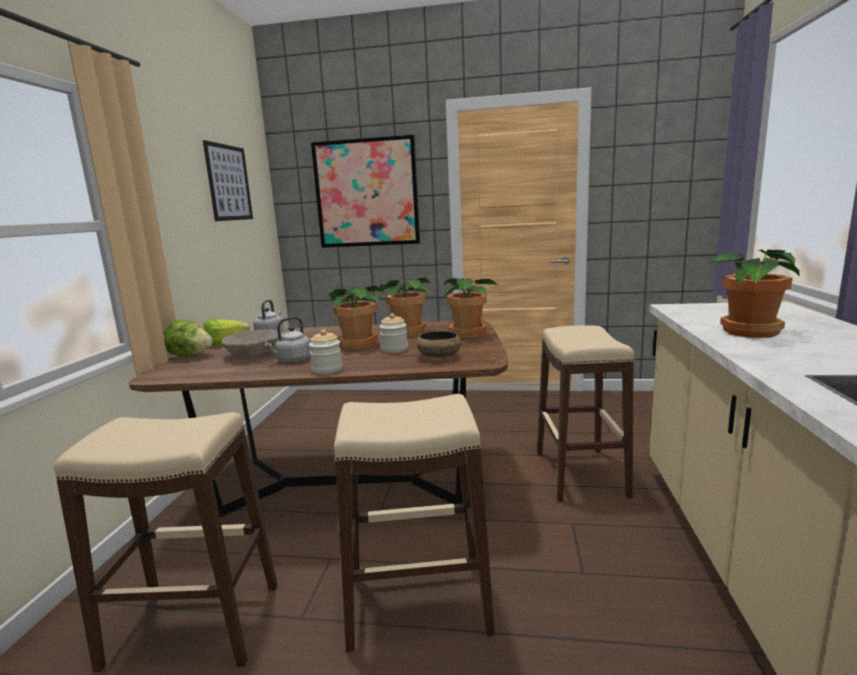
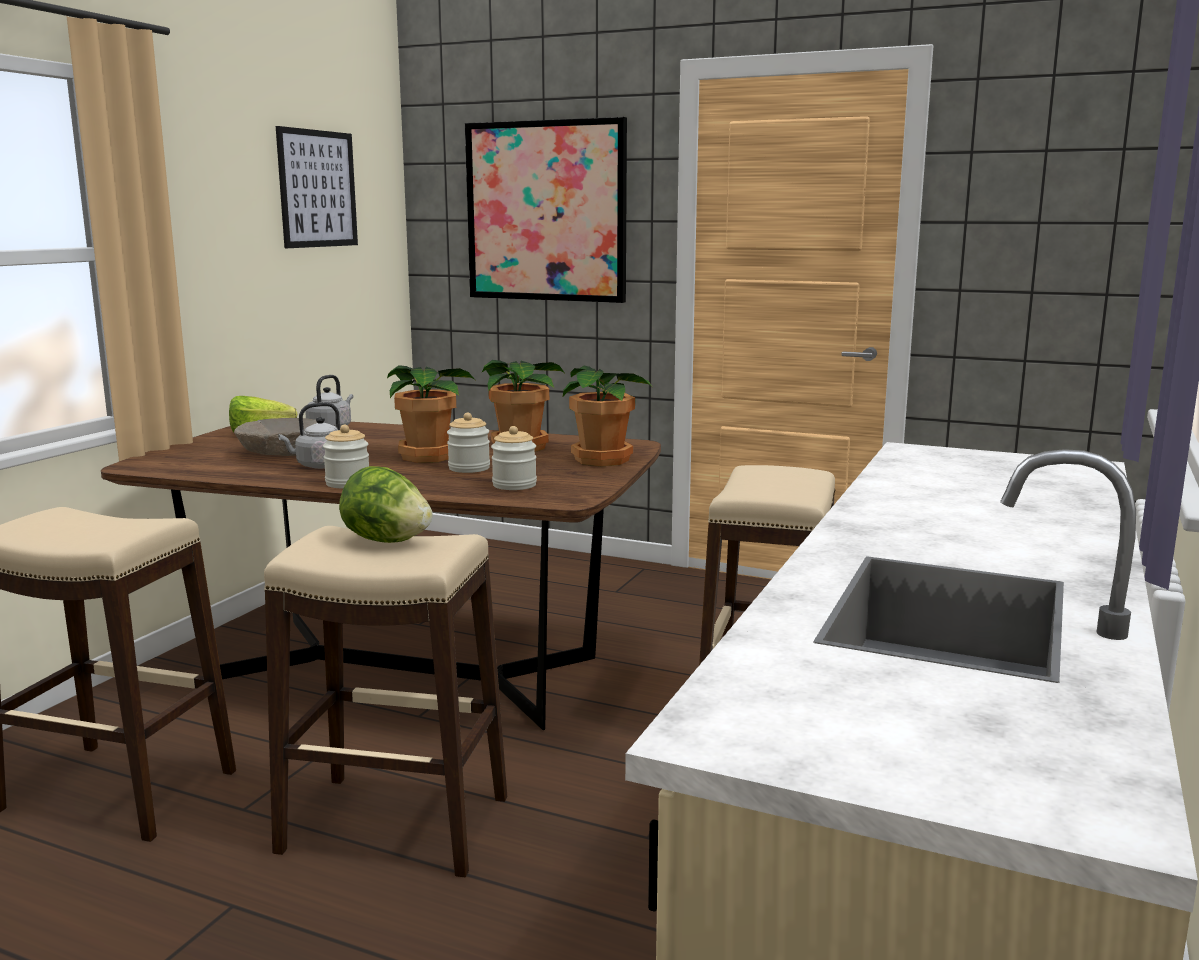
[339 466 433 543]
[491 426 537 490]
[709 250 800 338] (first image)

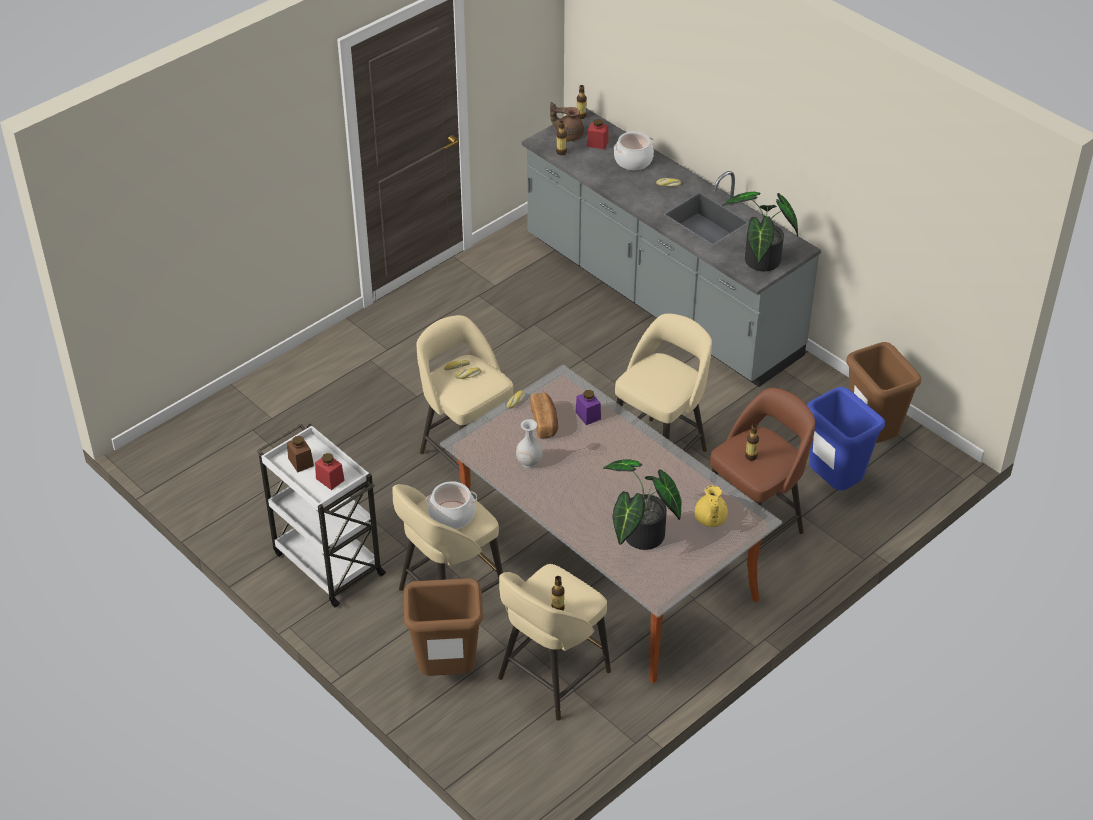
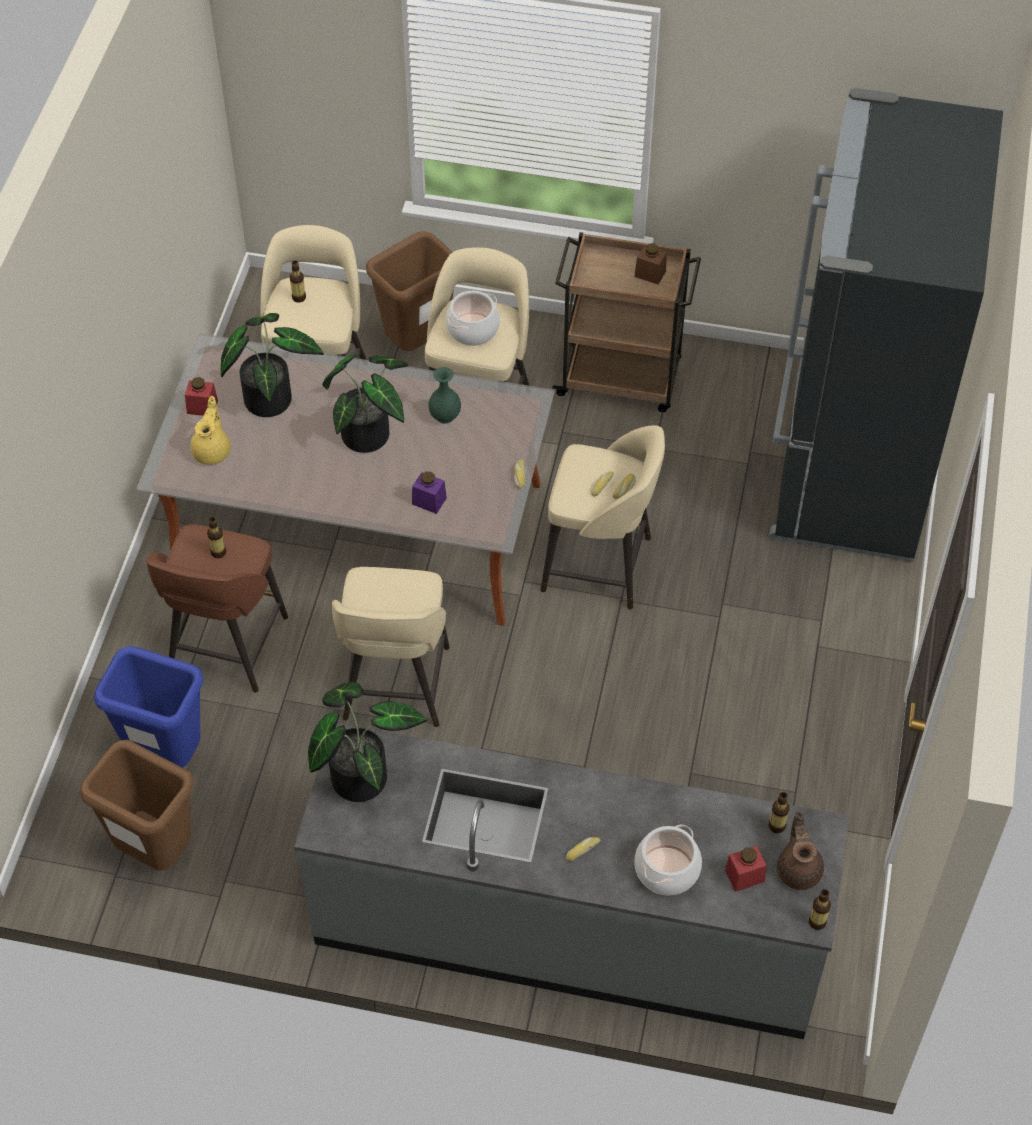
[185 377 218 416]
[191 396 231 465]
[322 354 408 453]
[428 367 461 423]
[552 232 701 412]
[769 88 1003 562]
[777 811 824 890]
[530 393 558 439] (first image)

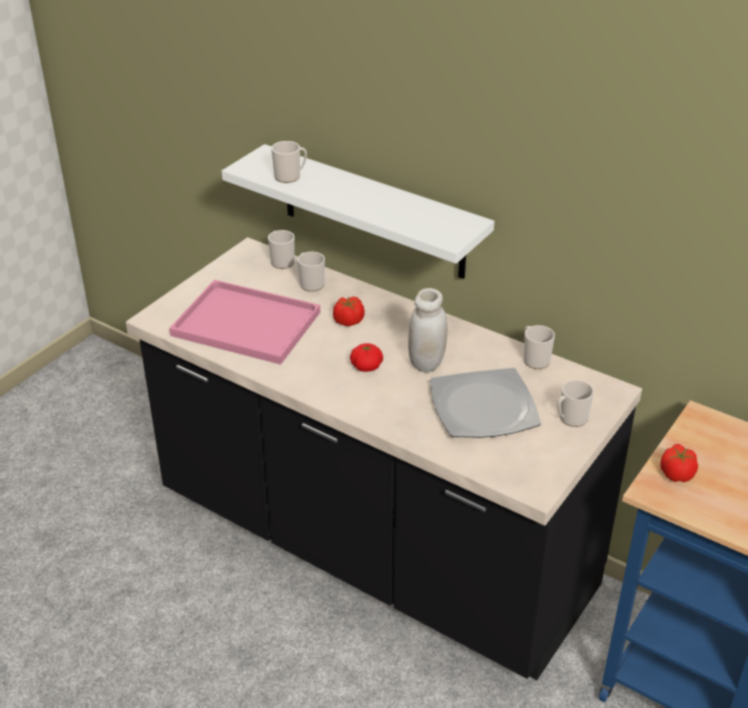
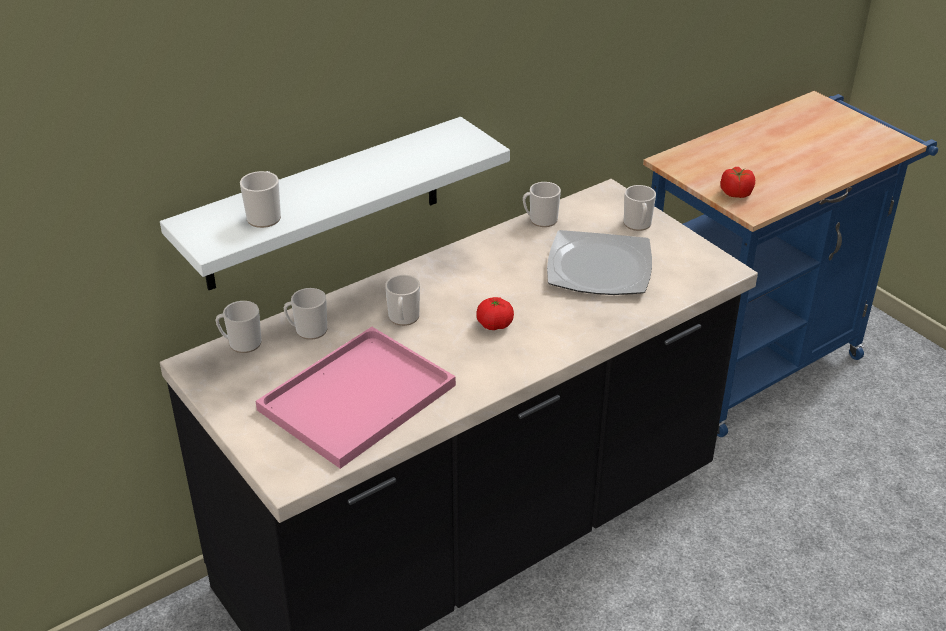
[385 275 420 326]
[408 288 447 373] (first image)

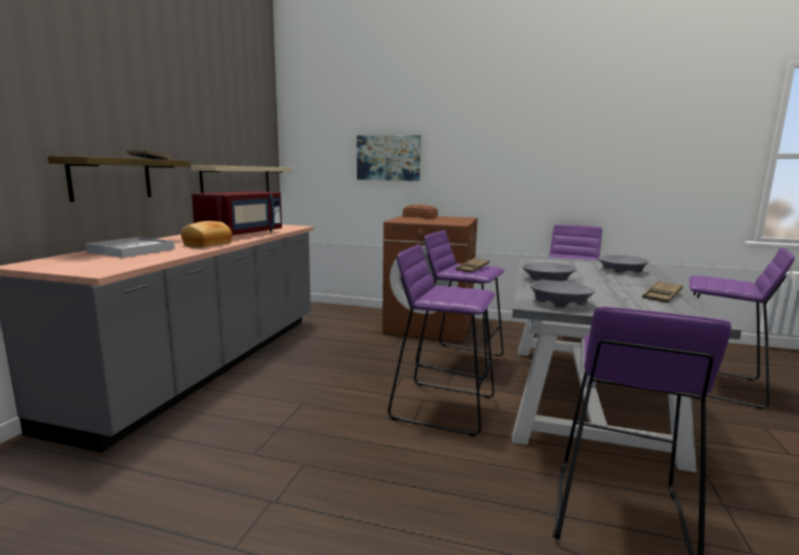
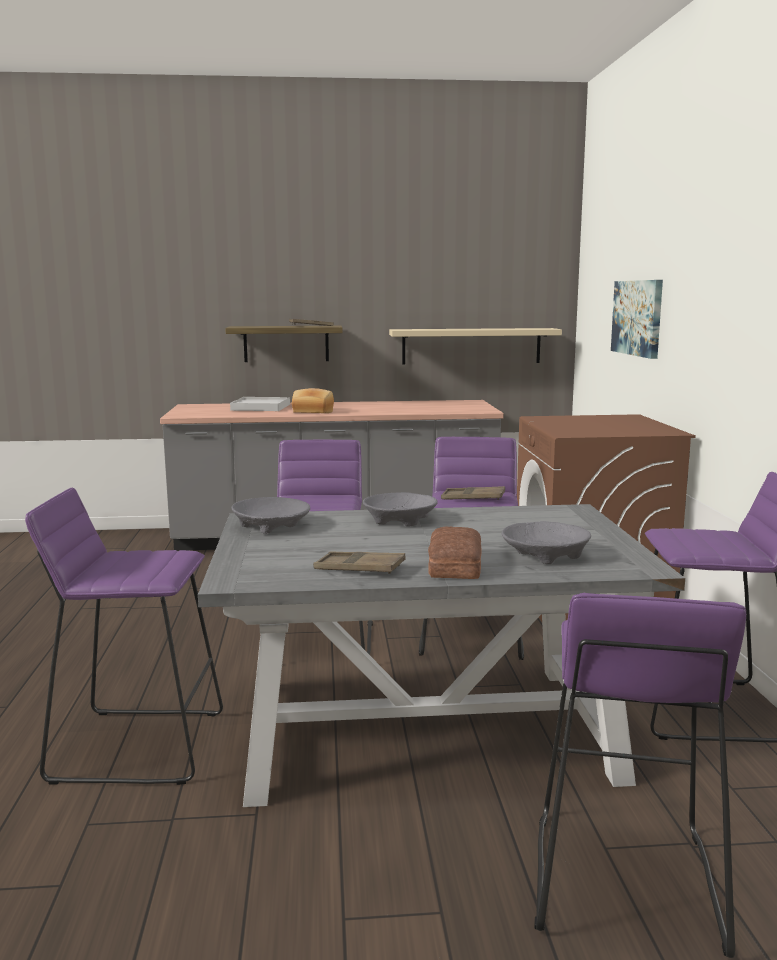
[428 527 482 579]
[192 191 282 235] (first image)

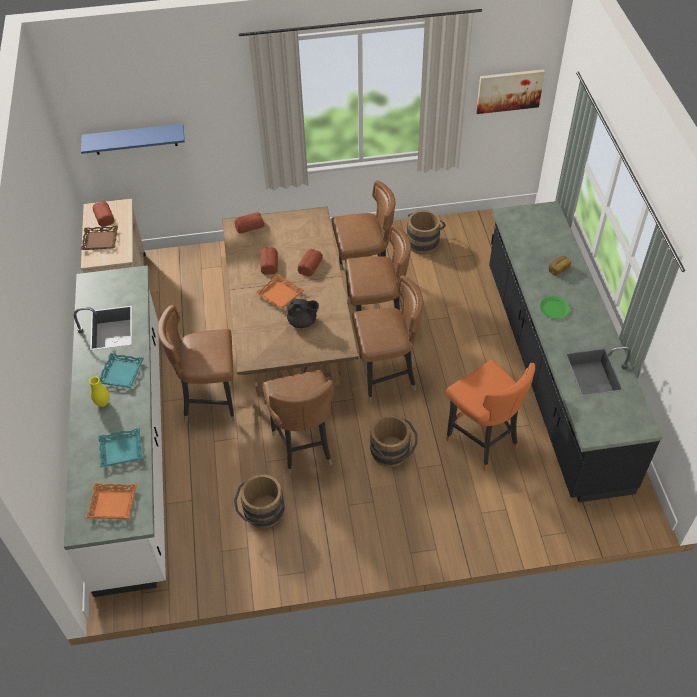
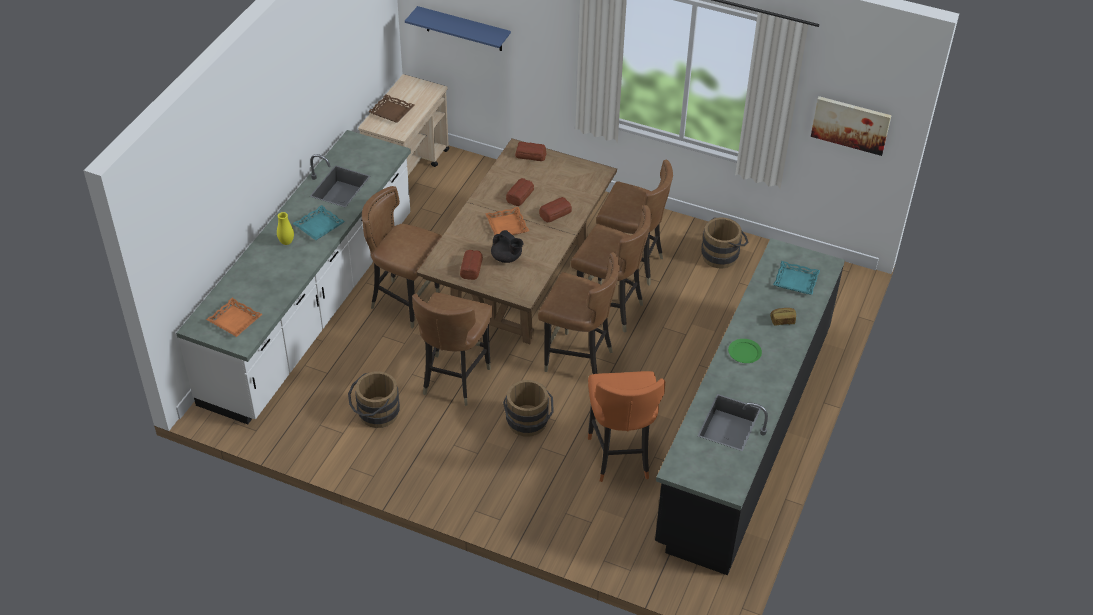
[460 250 483 280]
[773 261 820 295]

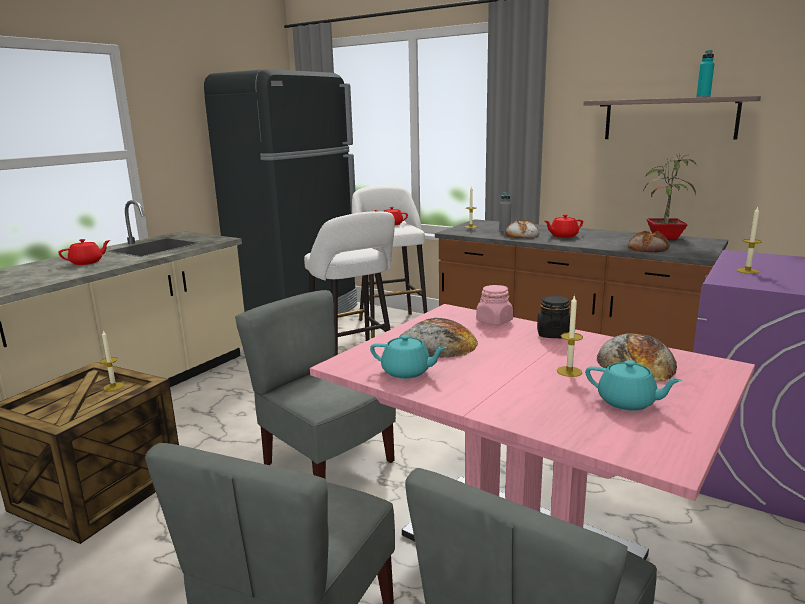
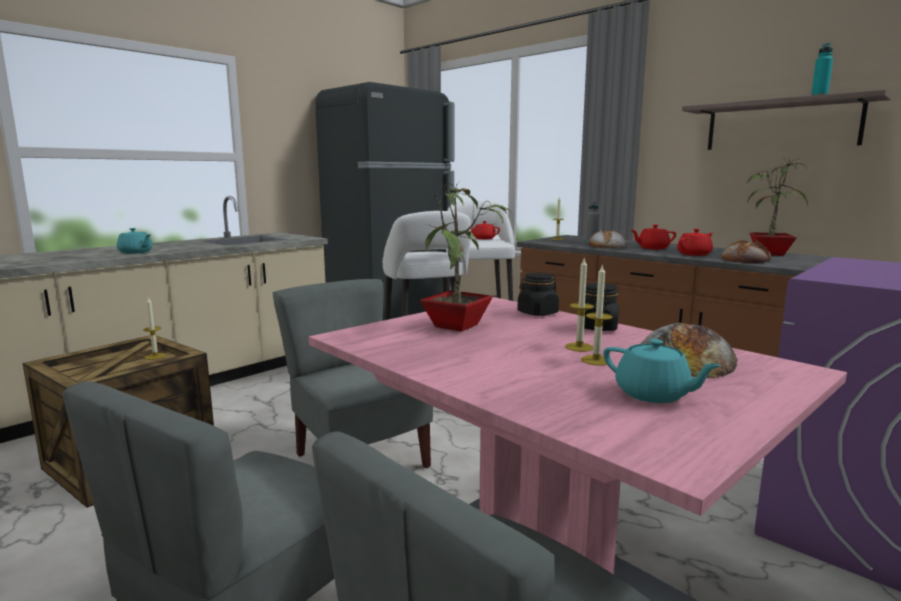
[117 228 153 254]
[420 181 512 332]
[517 273 559 316]
[565 259 594 352]
[677 229 713 256]

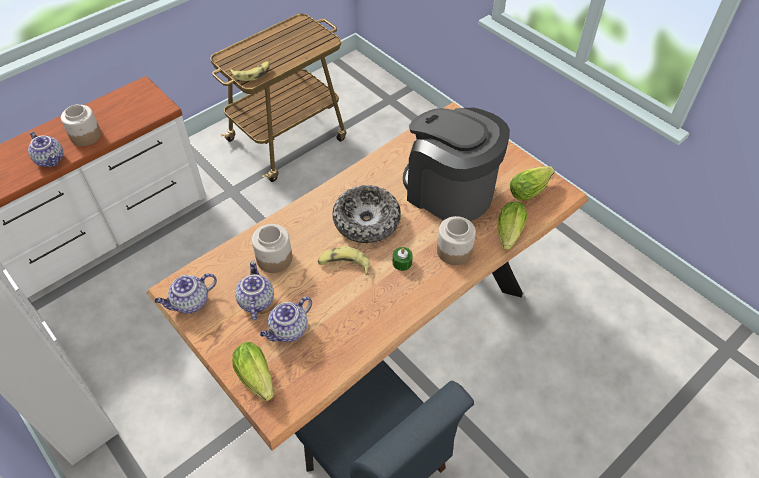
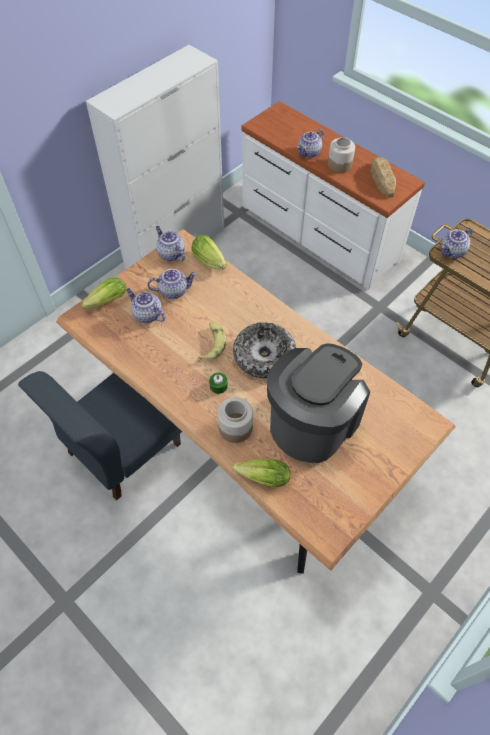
[191 235 227 270]
[370 157 396 198]
[441 227 473 258]
[252 224 292 273] (first image)

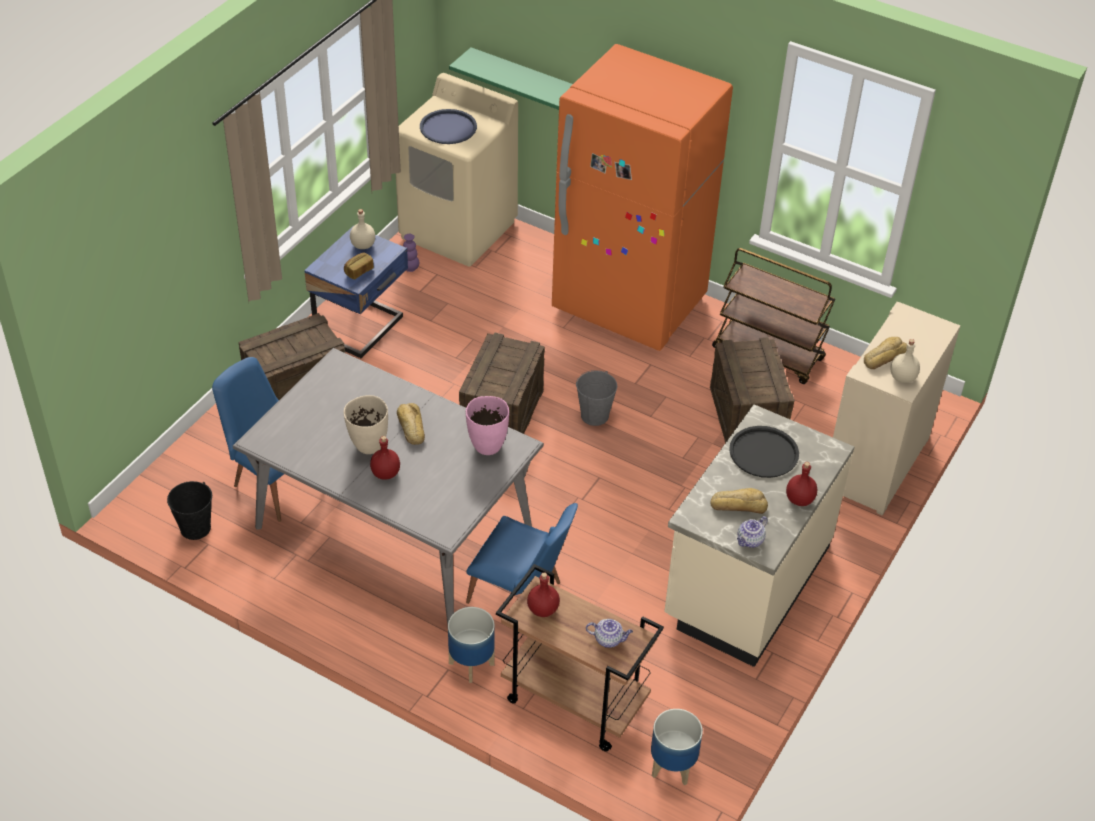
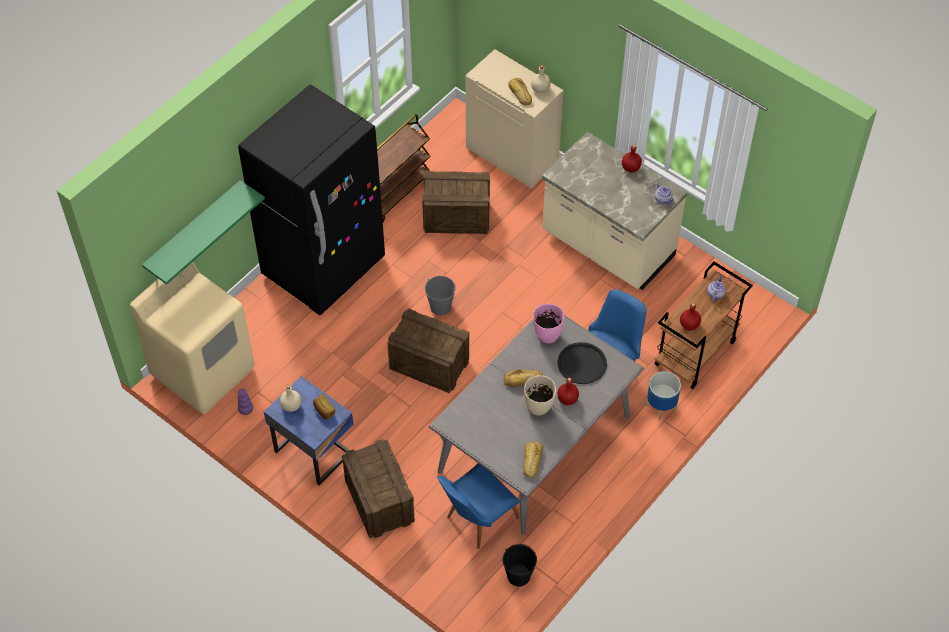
[238 84 385 315]
[523 442 543 478]
[557 342 607 384]
[420 109 477 144] (first image)
[651 709 703 786] (first image)

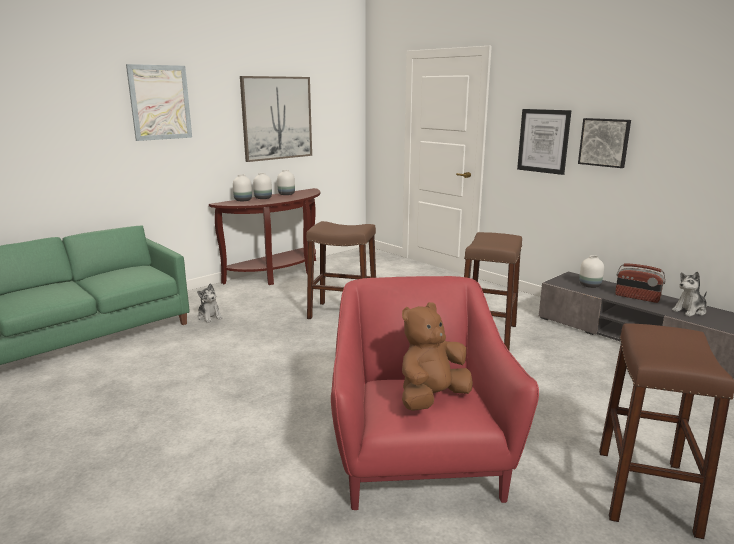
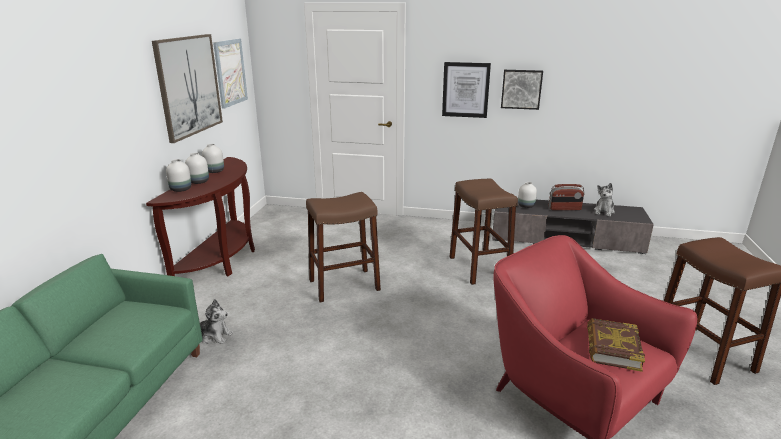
[213 39 248 109]
[587 318 645 372]

